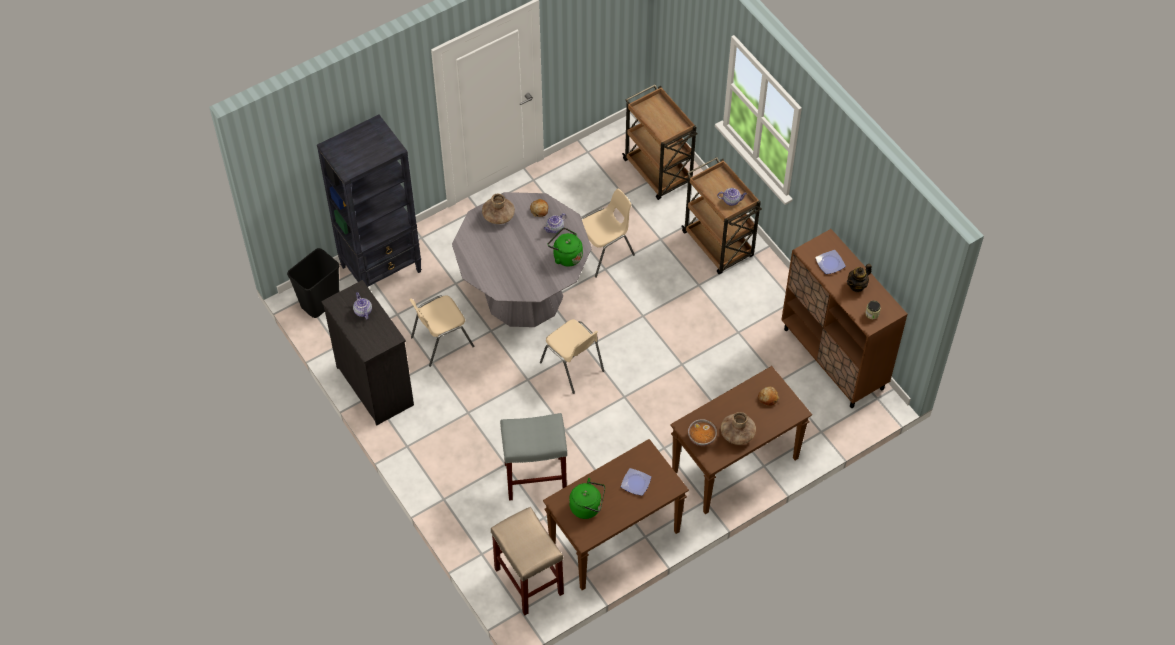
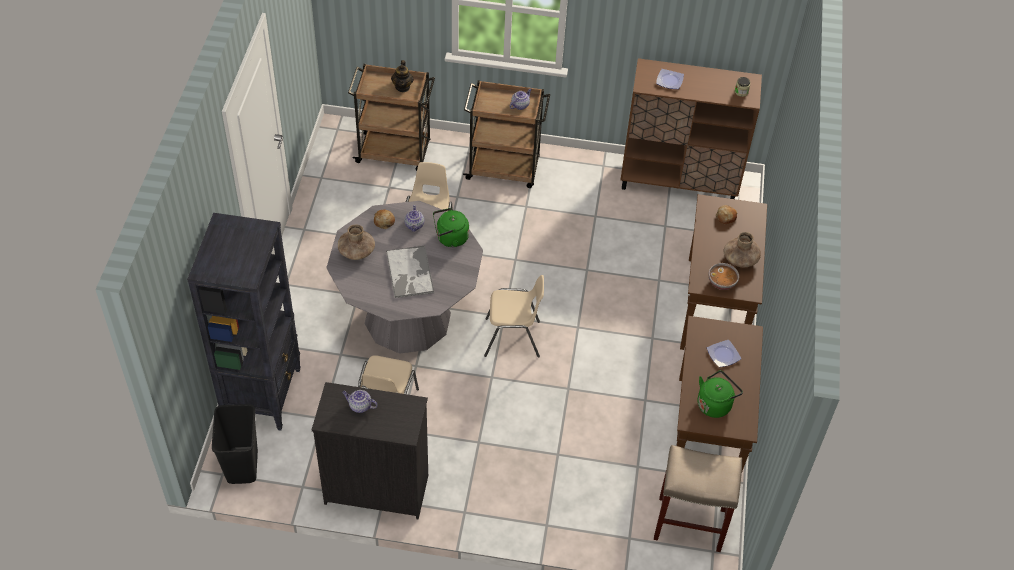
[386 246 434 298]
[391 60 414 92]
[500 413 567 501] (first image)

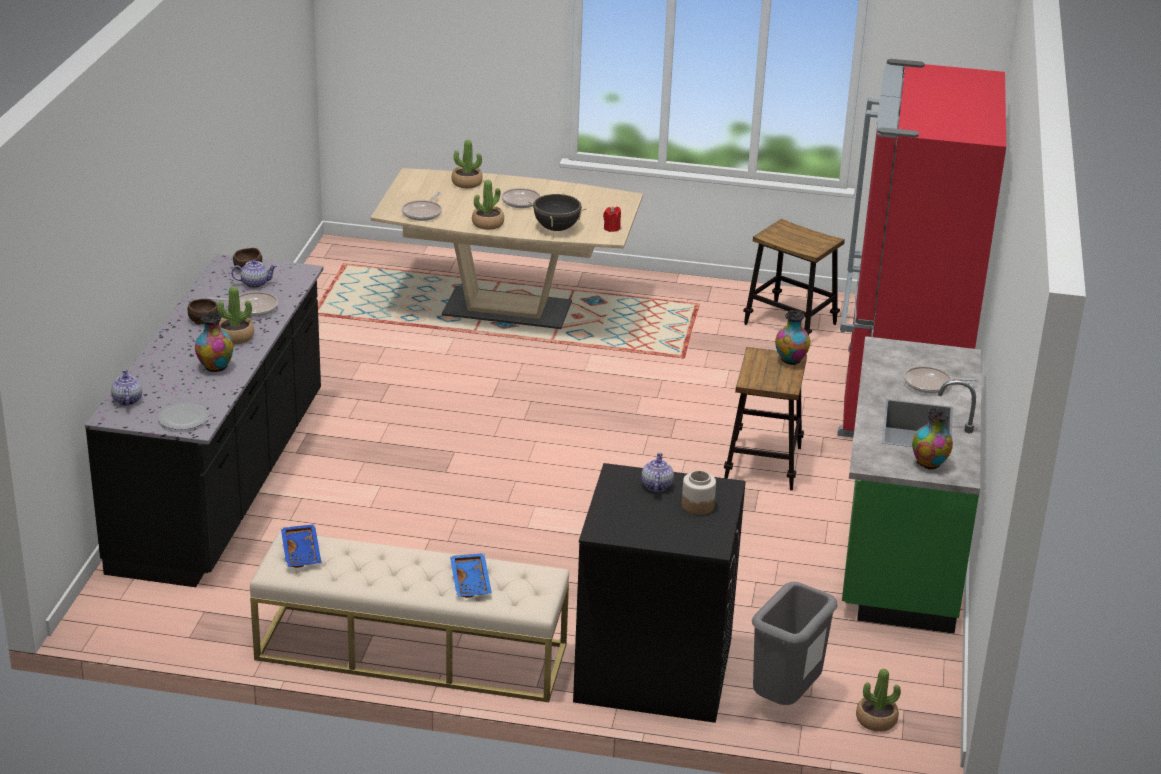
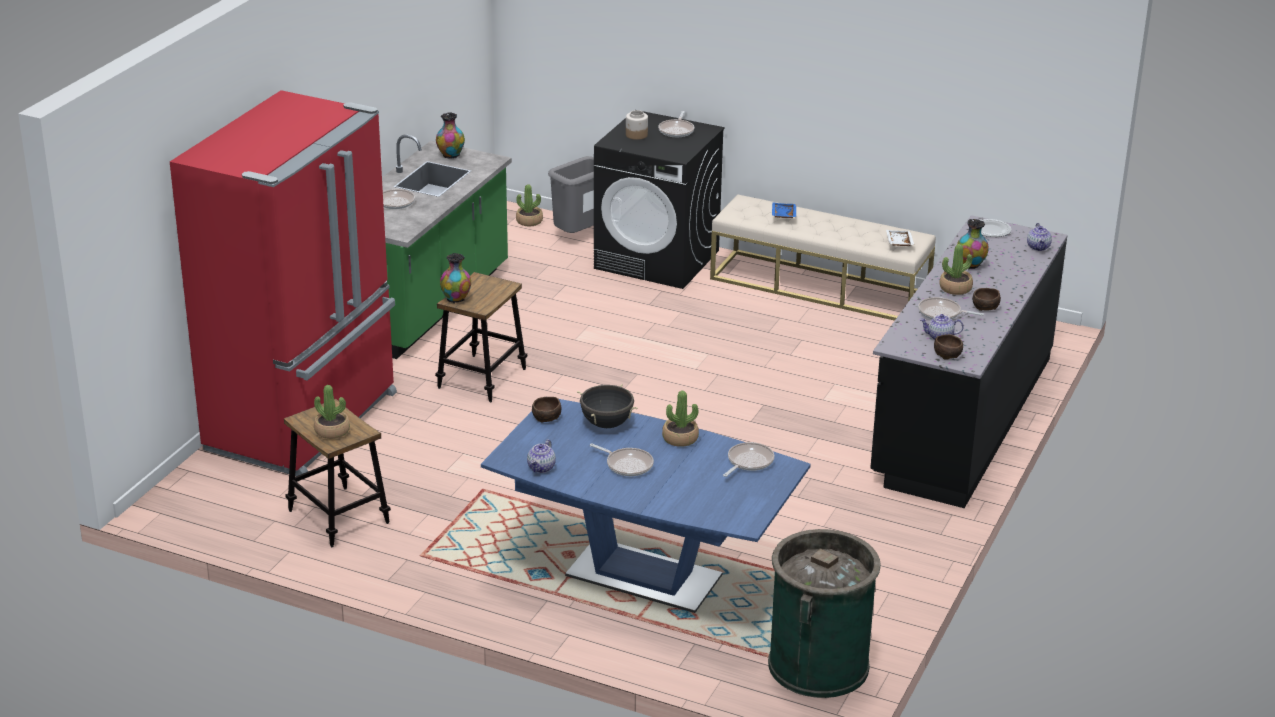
[314 385 350 439]
[481 399 811 613]
[527 439 556 473]
[532 397 562 423]
[658 111 694 137]
[768 529 881 698]
[886 230 914 246]

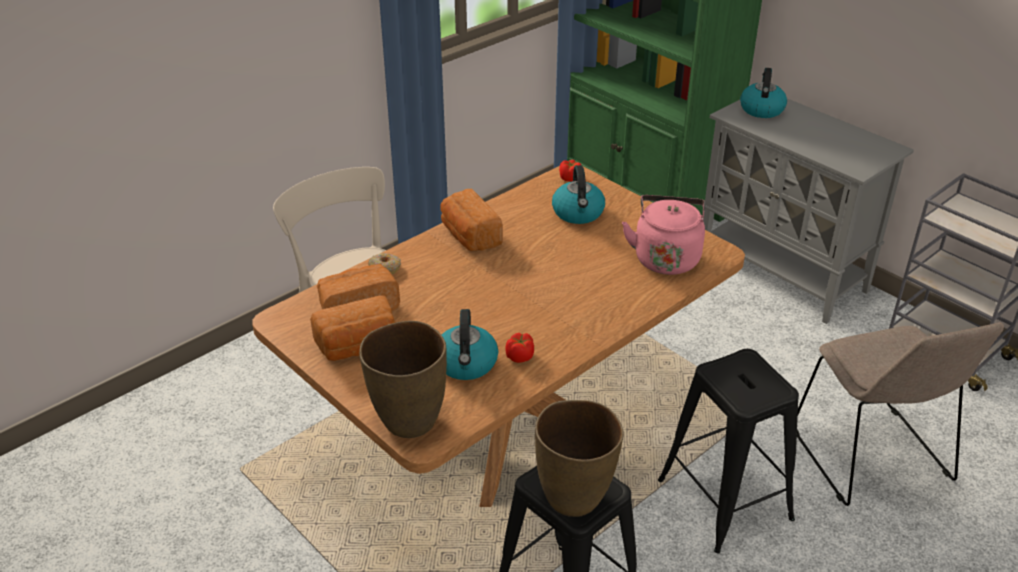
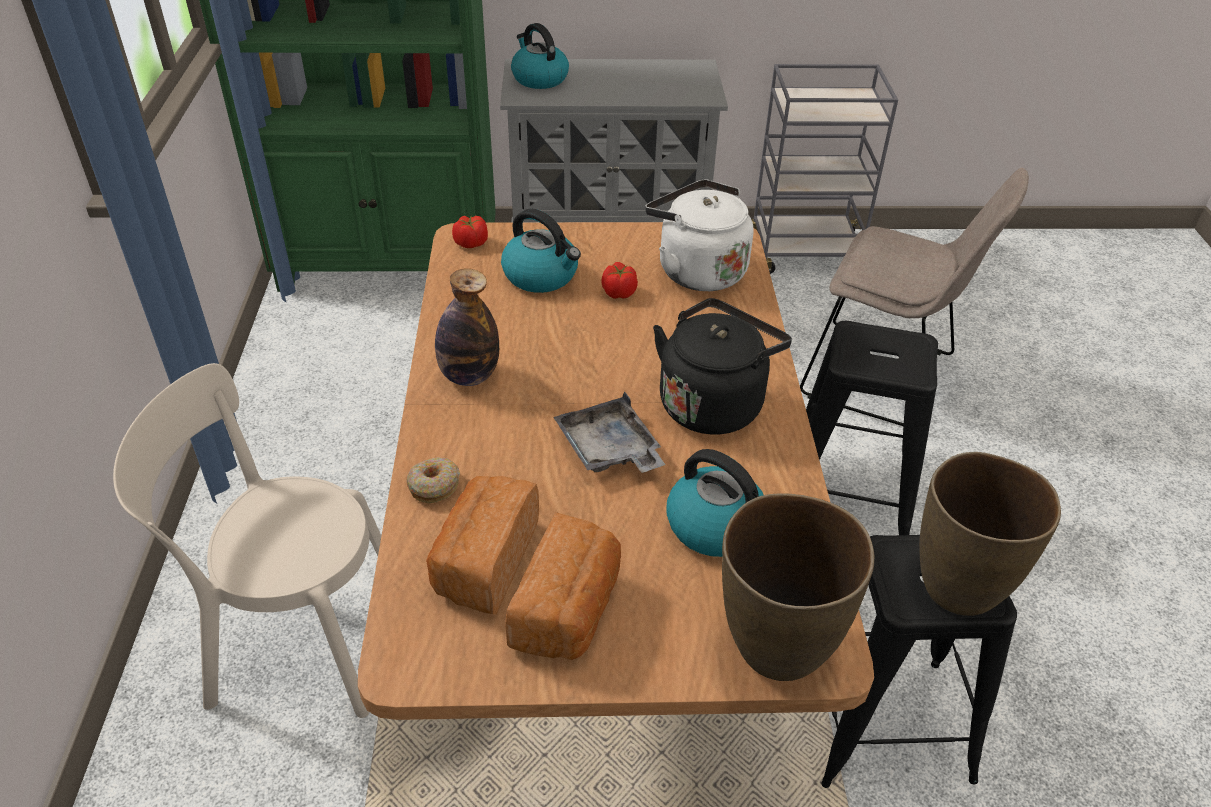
[435 268 499 386]
[553 391 666 473]
[601 262 638 299]
[645 179 754 291]
[653 298 792 435]

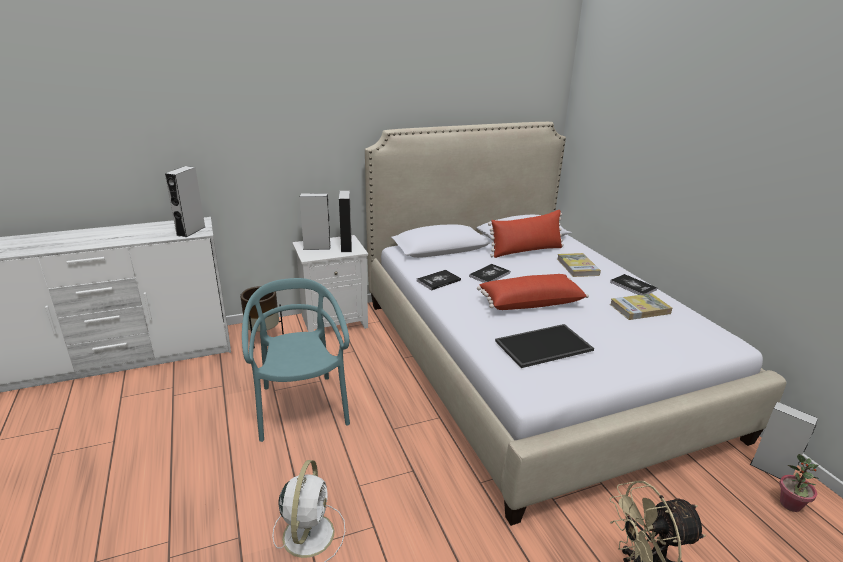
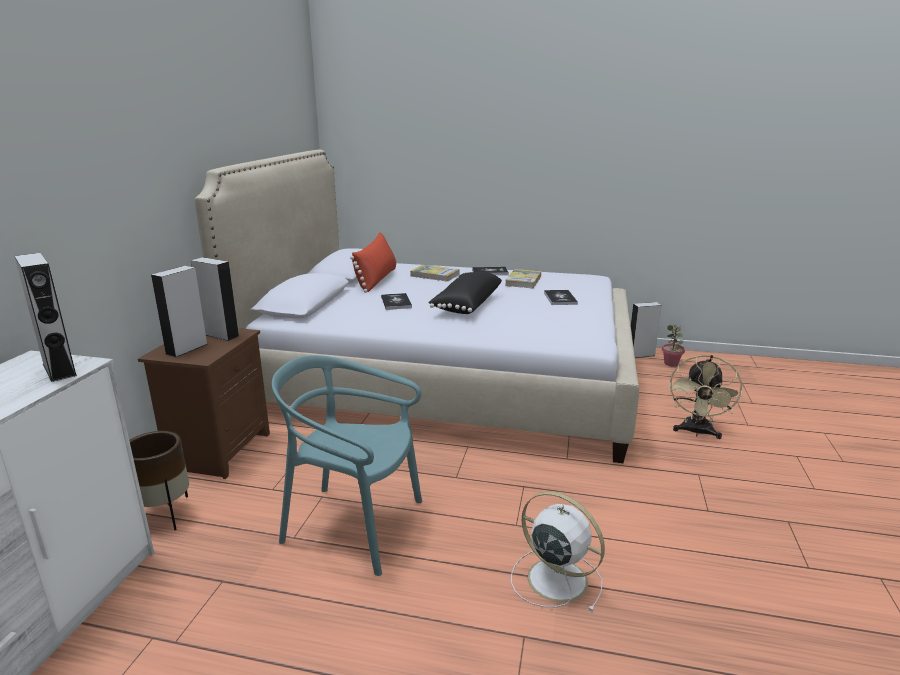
[138 328 270 479]
[428 272 502 314]
[544 290 578 305]
[495 324 594 368] (first image)

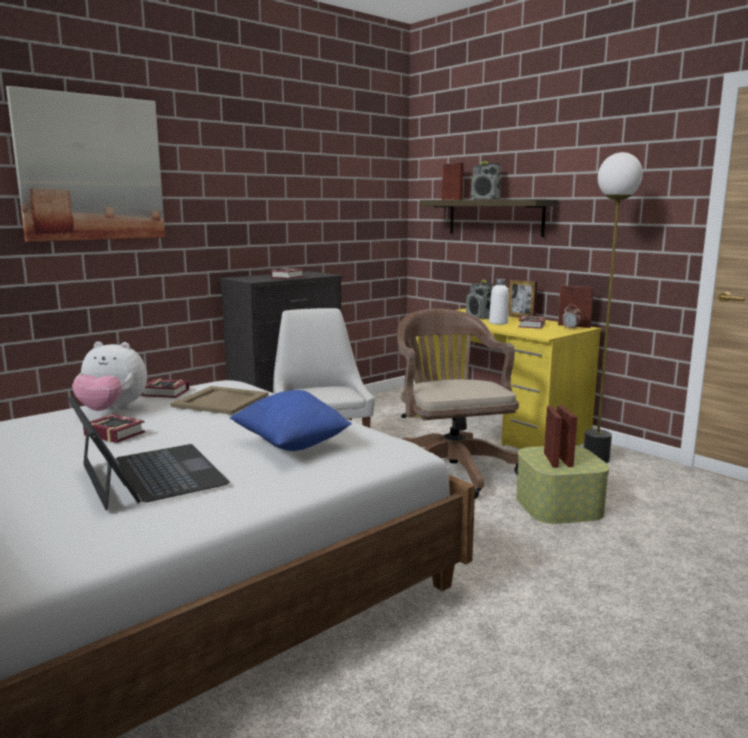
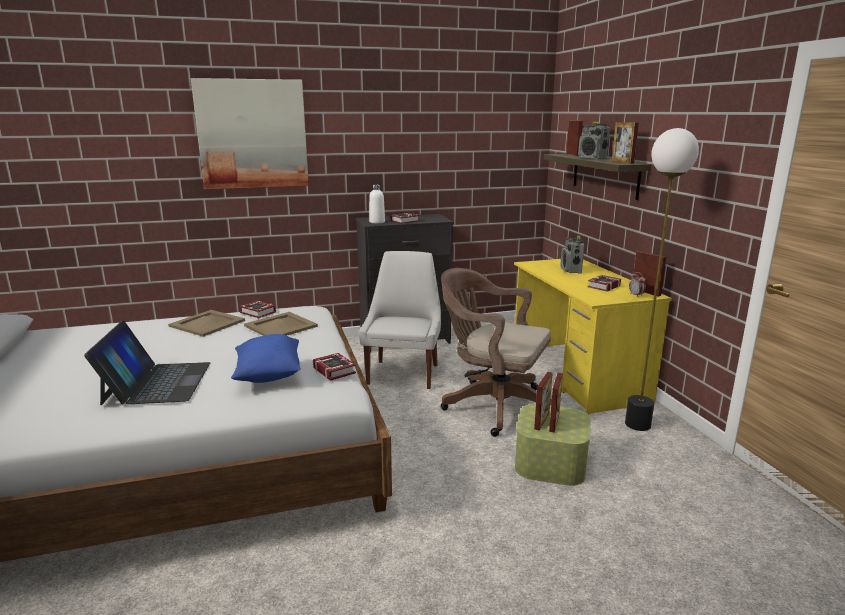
[168 310 245 337]
[313 353 356 381]
[369 185 385 223]
[441 268 552 437]
[612 122 639 164]

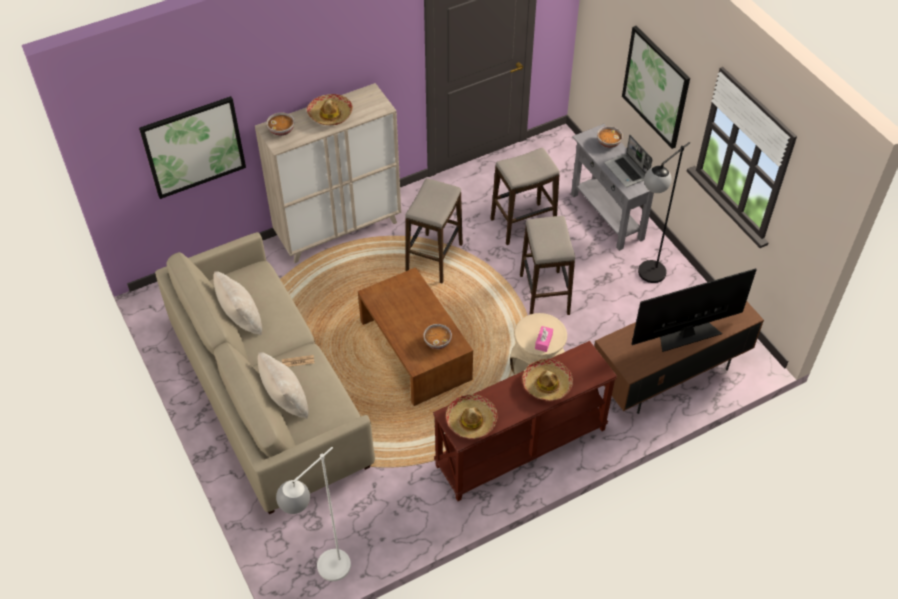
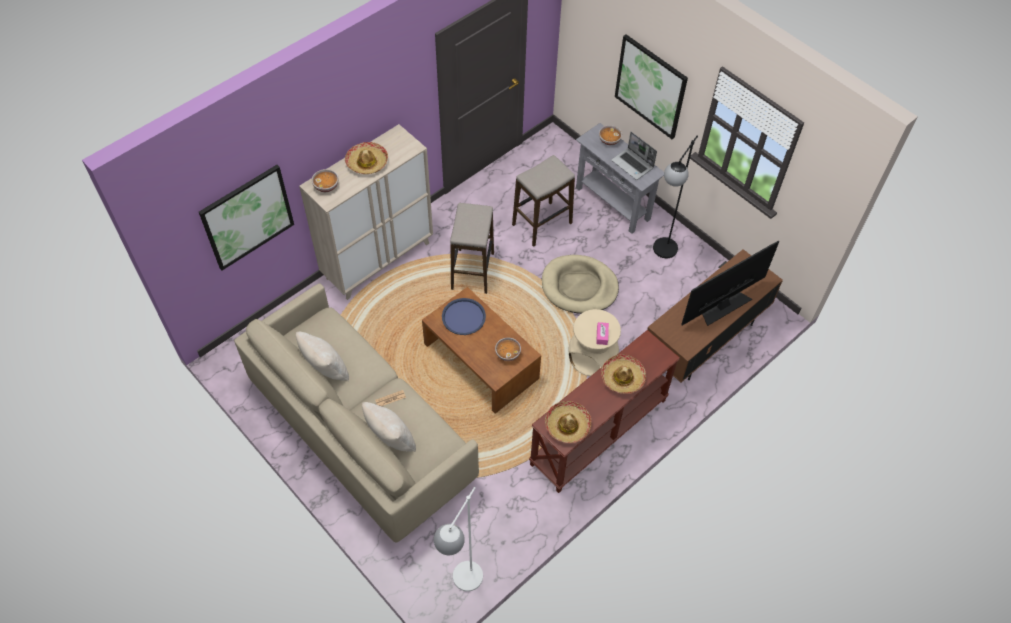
[442 298 486 335]
[542 255 619 314]

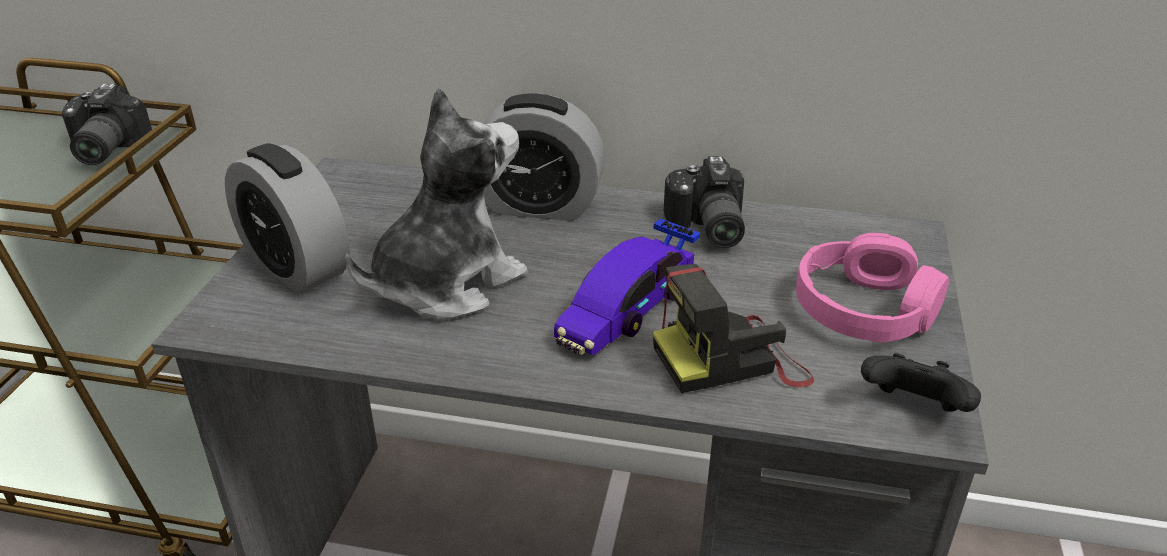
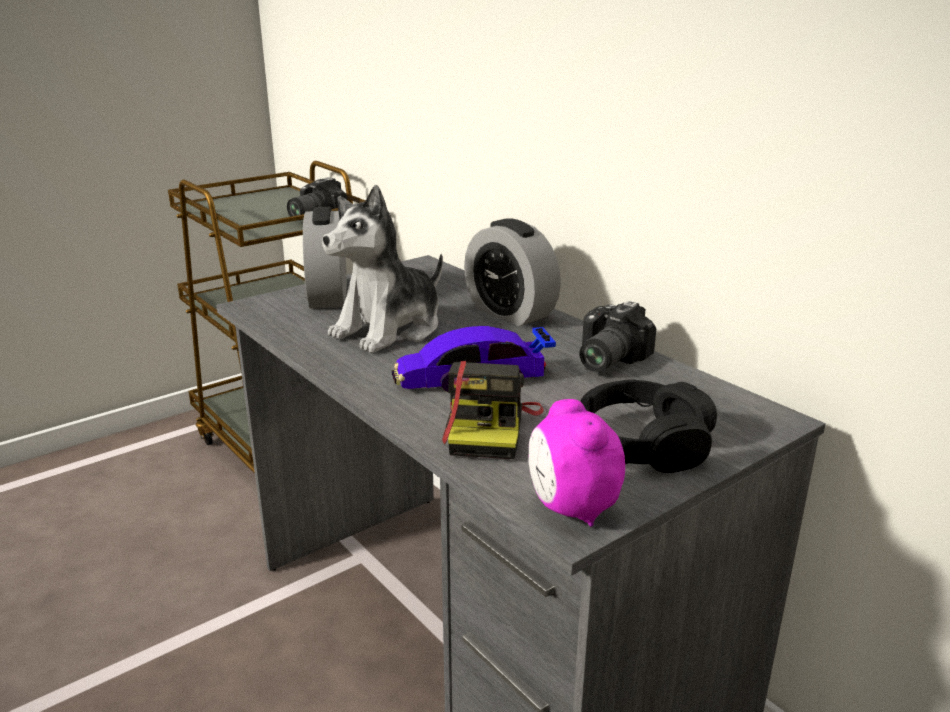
[322 185 443 353]
[442 361 544 459]
[529 399 625 527]
[580 379 717 473]

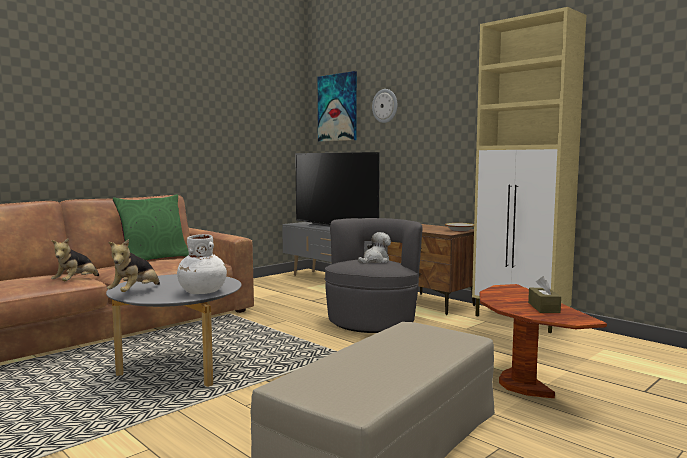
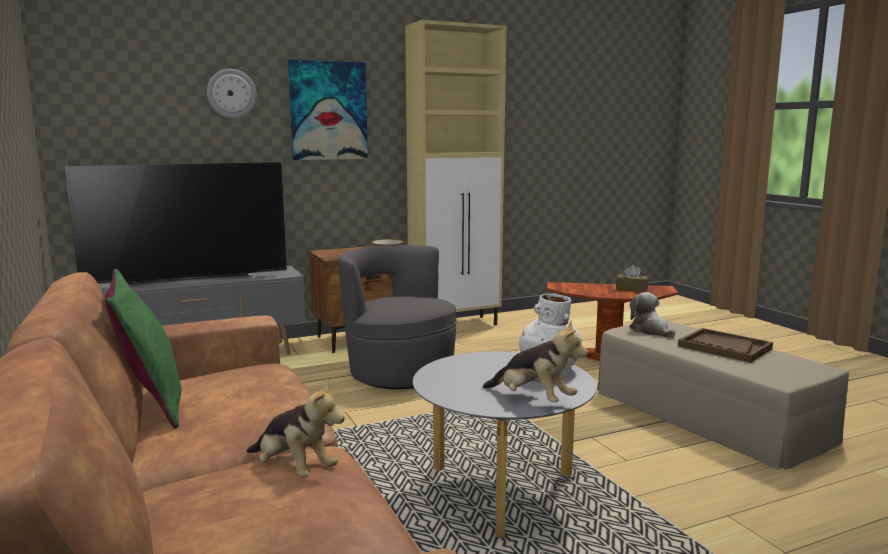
[288 59 368 160]
[629 292 675 338]
[678 328 773 363]

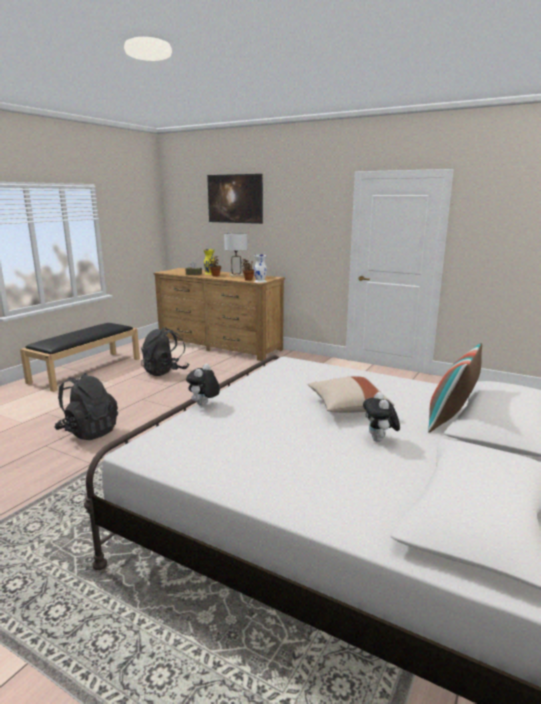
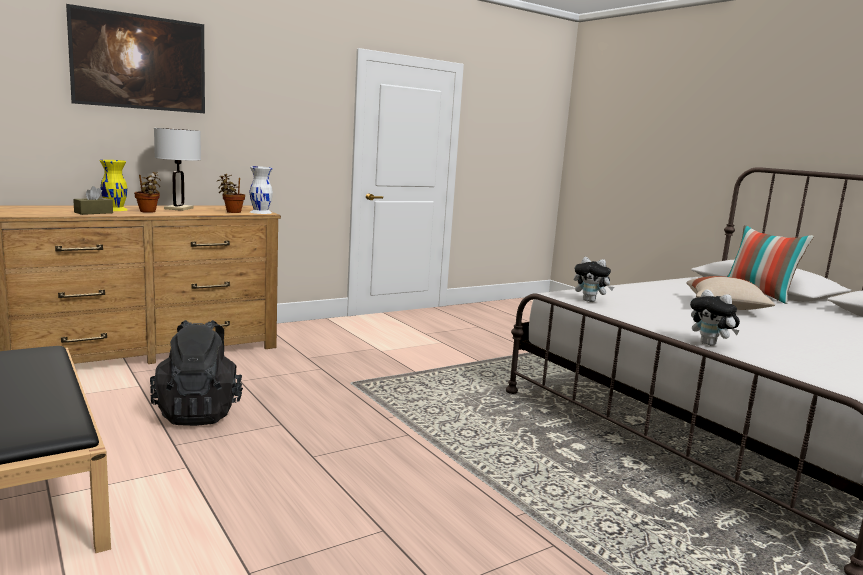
[574 257 614 302]
[55 373 118 440] (first image)

